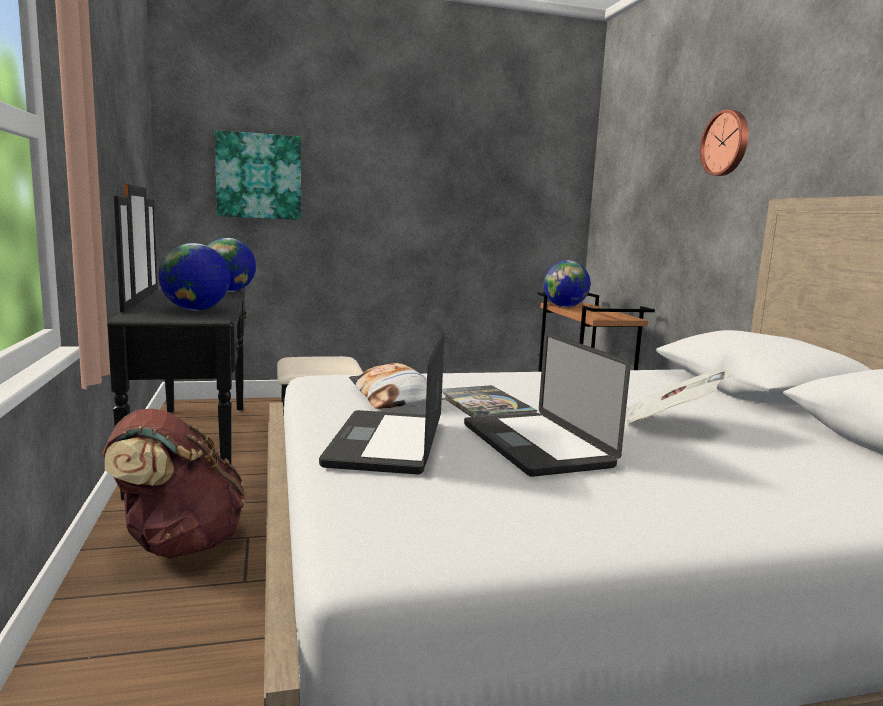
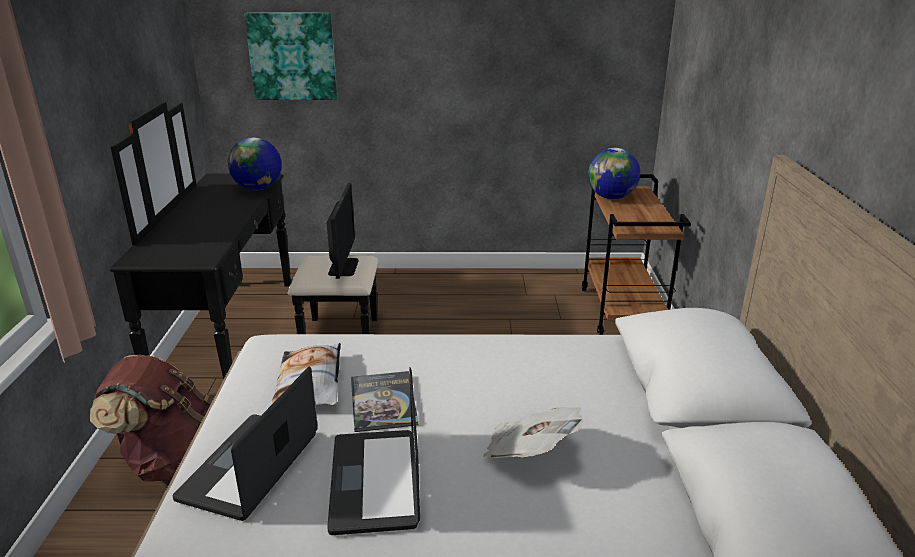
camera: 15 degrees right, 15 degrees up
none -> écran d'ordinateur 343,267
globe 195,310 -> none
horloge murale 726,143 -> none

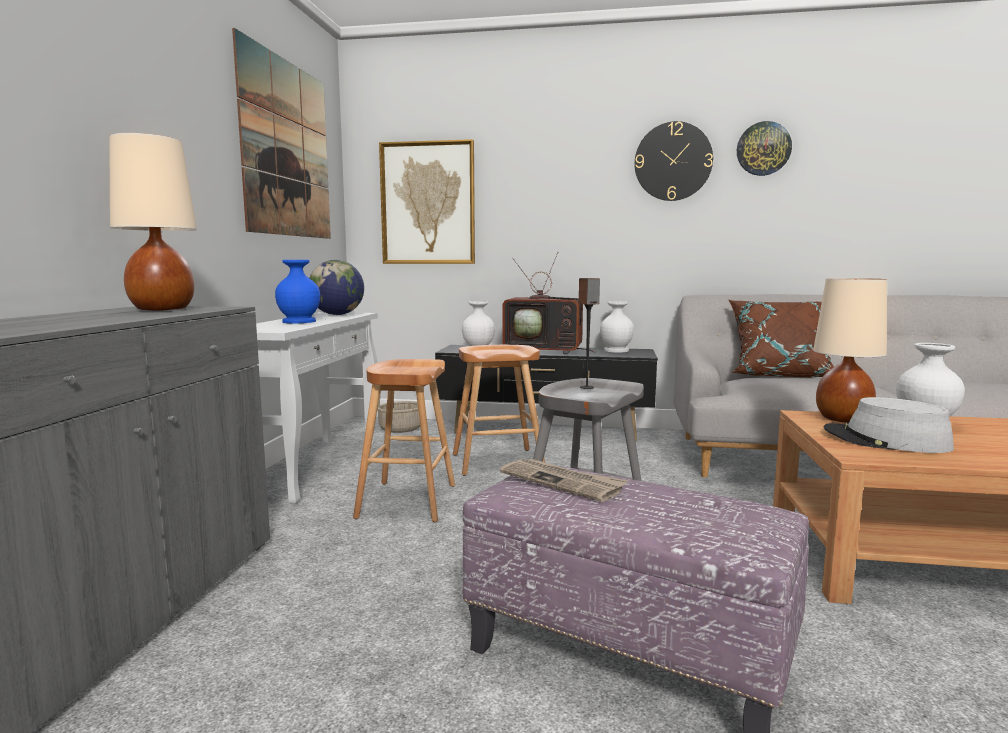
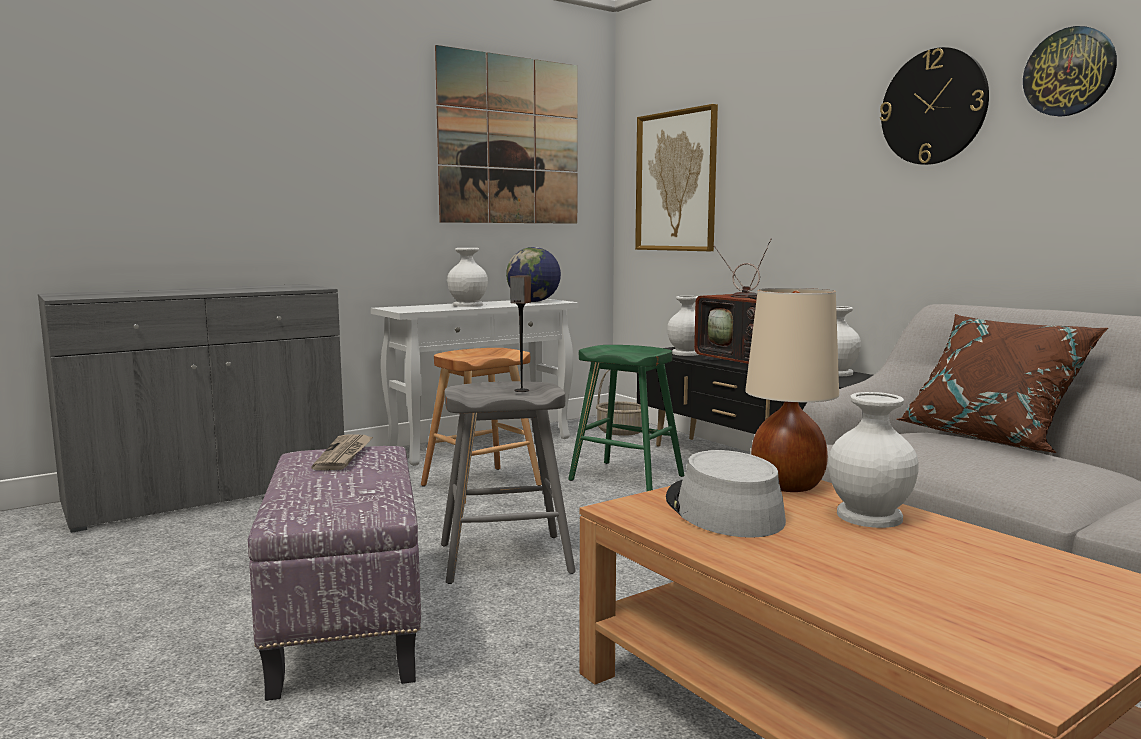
camera: 45 degrees right, 0 degrees up
vase [bleu] 300,321 -> vase [blanc] 469,305
tabouret [marron] 497,462 -> tabouret [vert] 626,478
lampe de table [beige] 162,309 -> none

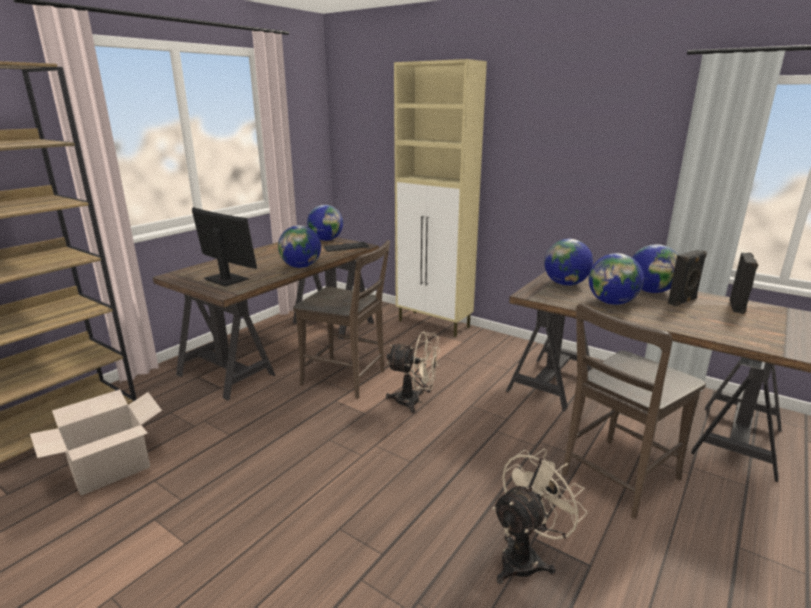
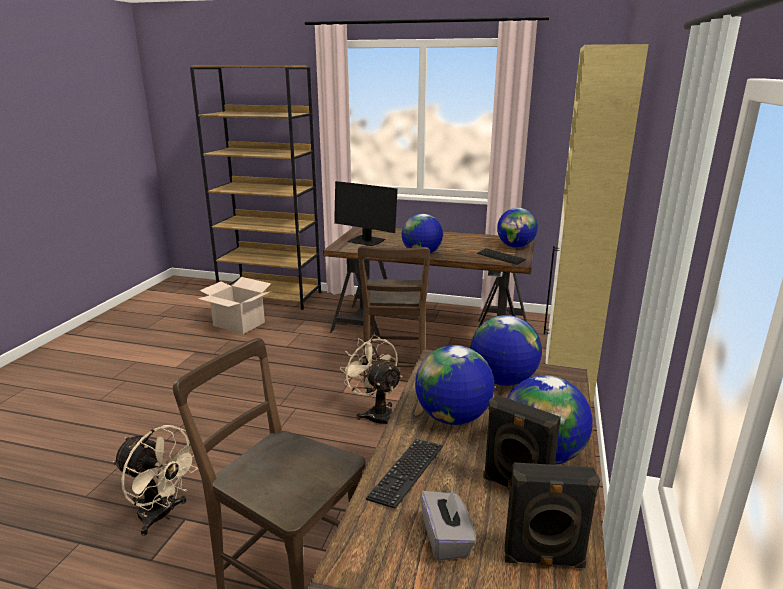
camera: 70 degrees right, 0 degrees up
écran d'ordinateur 226,279 -> écran d'ordinateur 366,241, 105 degrees clockwise
ventilateur [beige] 414,402 -> ventilateur [beige] 376,413, 150 degrees clockwise
none -> clavier 406,473
none -> boîte à mouchoirs [gris] 446,539

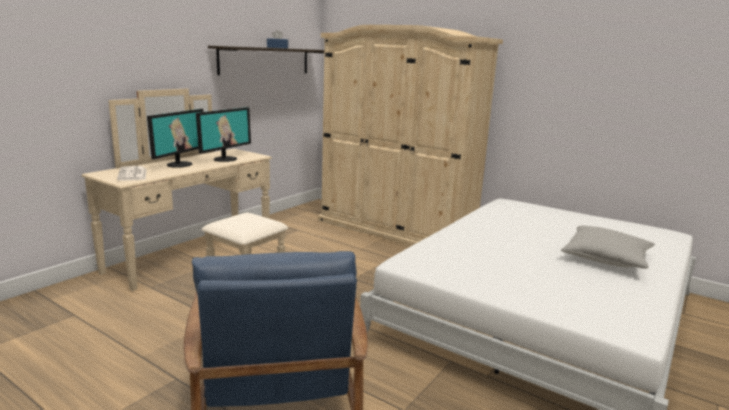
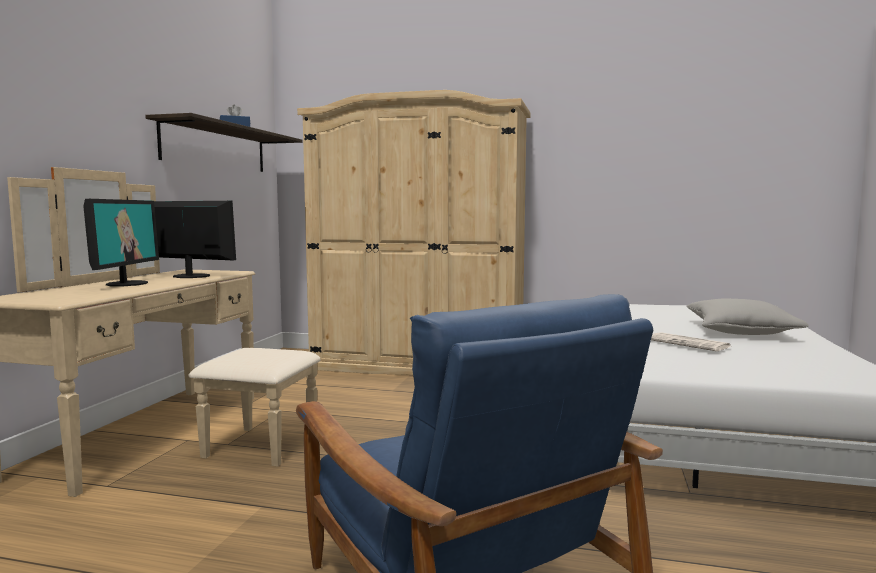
camera: 20 degrees left, 10 degrees down
écran d'ordinateur 225,159 -> écran d'ordinateur 190,276, 75 degrees counterclockwise
journal 133,174 -> journal 689,343, moved

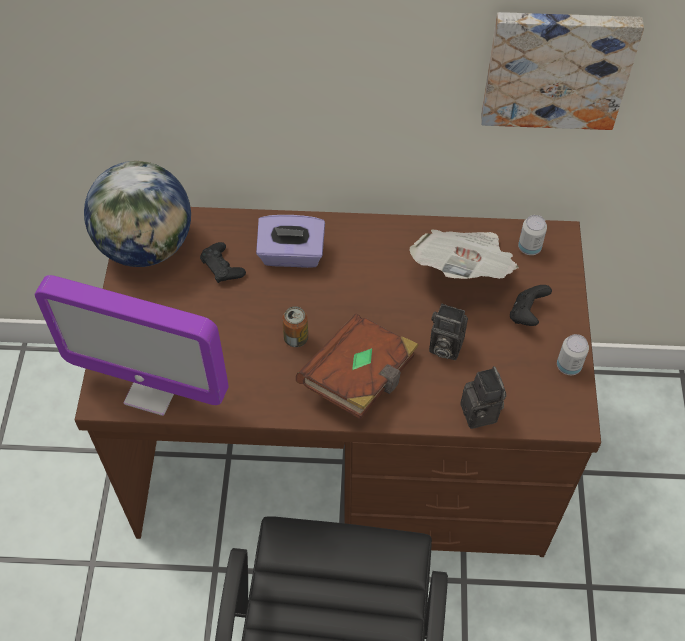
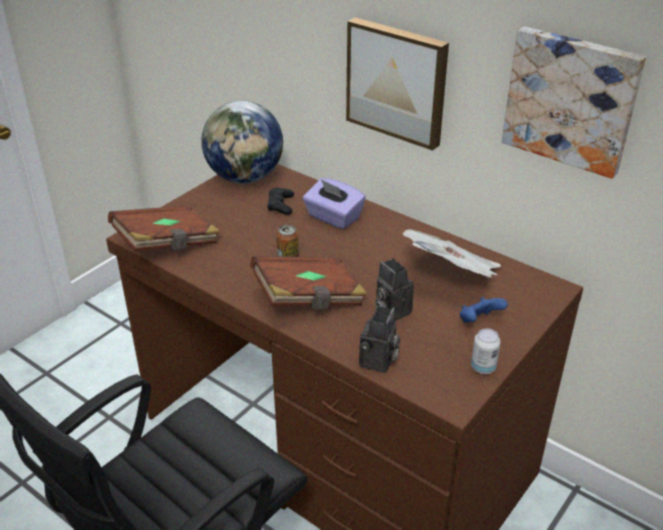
camera: 35 degrees right, 20 degrees down
écran d'ordinateur 153,390 -> livre [marron] 167,245
none -> tableau 397,81
manette [noir] 527,314 -> manette [bleu] 479,321
boîte métallique 529,248 -> none

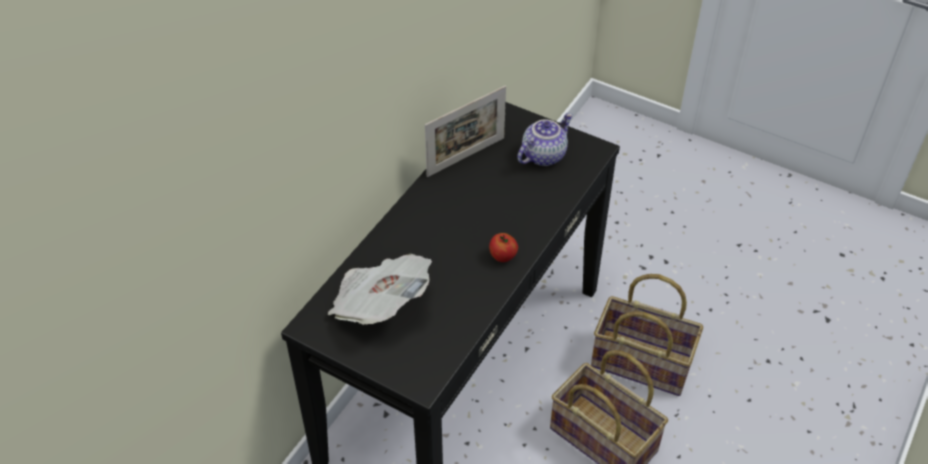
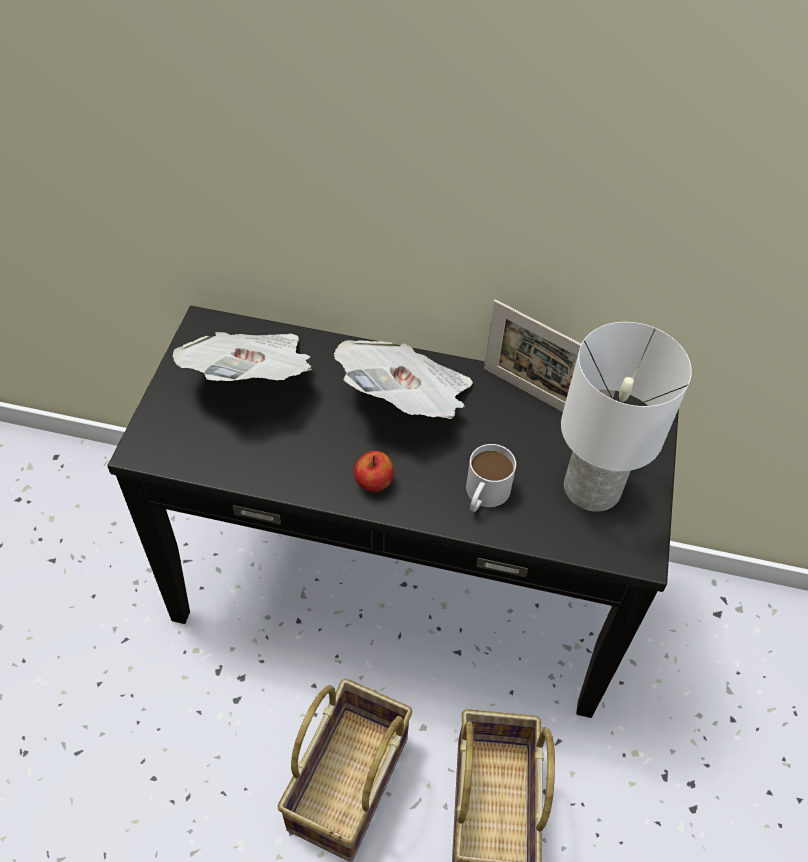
camera: 70 degrees right, 5 degrees up
none -> journal 407,400
none -> mug [blanc] 484,495
théière 543,155 -> lampe de table [blanc] 591,487

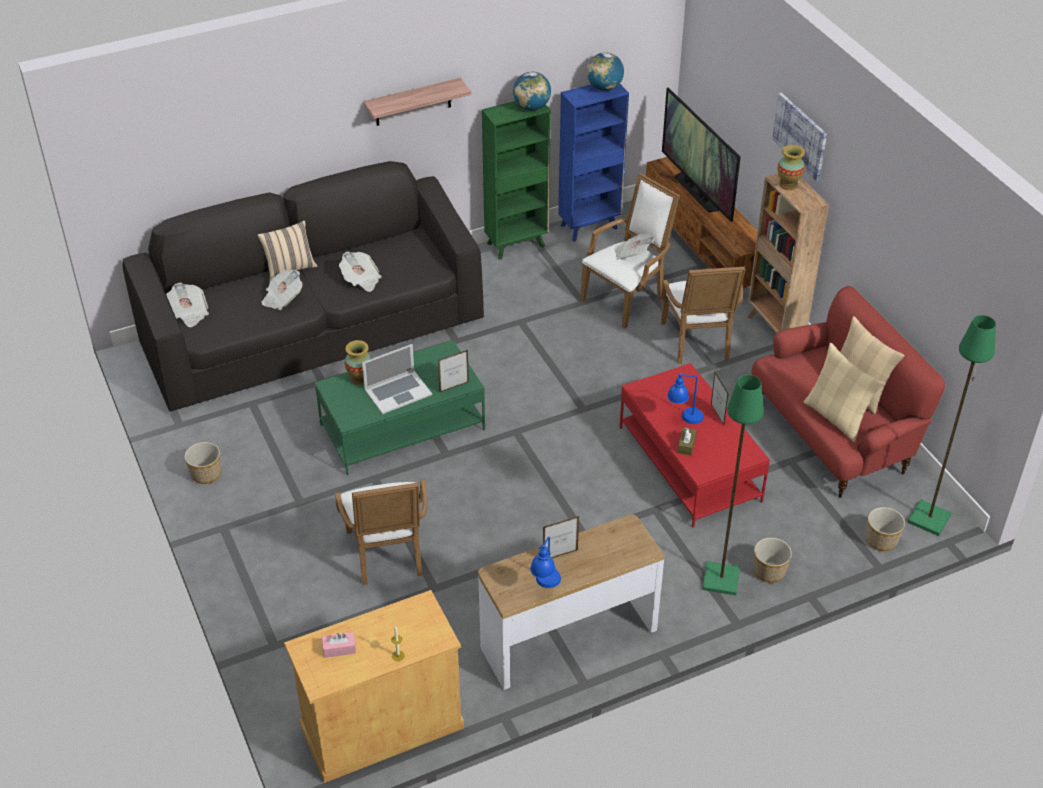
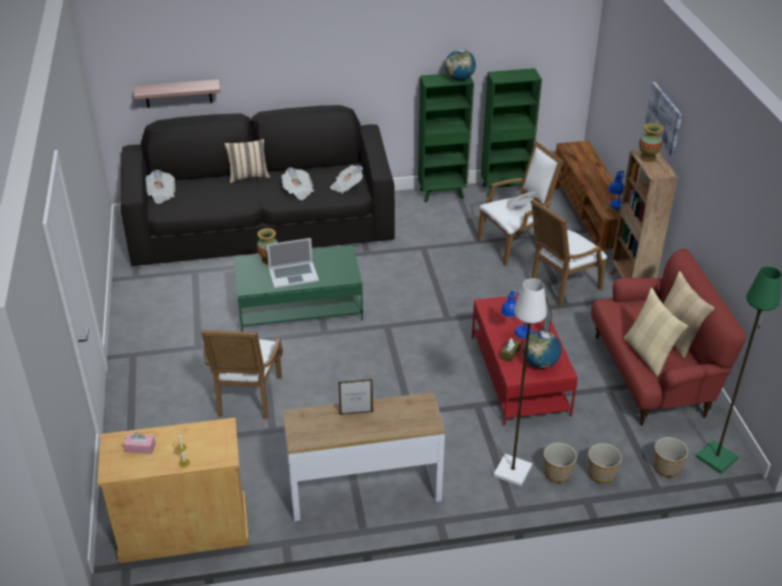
camera: 15 degrees right, 5 degrees down
étagère 413,102 -> étagère 178,93, moved
journal 282,298 -> journal 346,186, moved
bibliothèque [bleu] 590,226 -> bibliothèque [vert] 505,190
lampadaire [vert] 720,579 -> lampadaire [blanc] 512,470
globe 604,87 -> globe 540,363, moved
fauteuil [blanc] 698,344 -> fauteuil [blanc] 561,287, 45 degrees clockwise
cache-pot 205,474 -> cache-pot 601,473, moved
lampe de table [bleu] 545,586 -> lampe de table [bleu] 615,208, moved
cadre photo 454,387 -> none
téléviseur 697,192 -> none

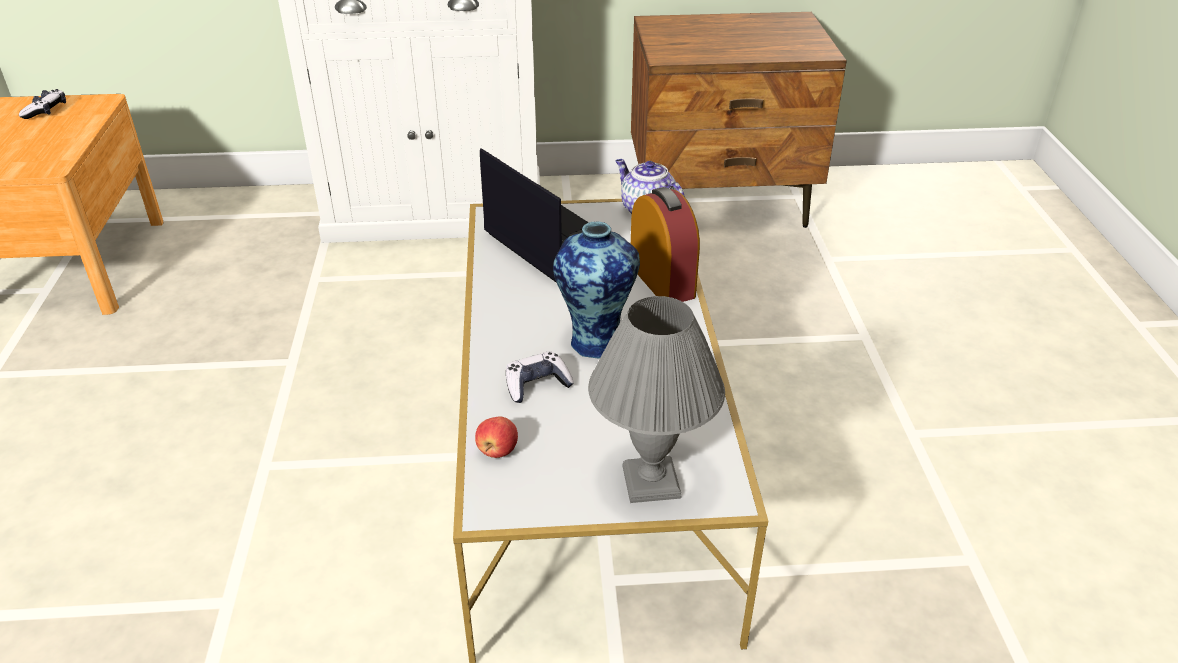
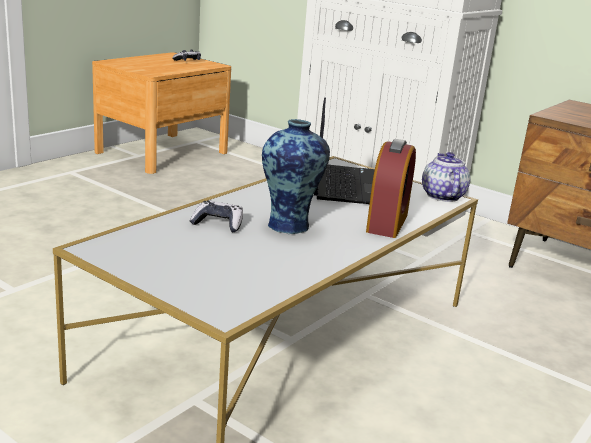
camera: 40 degrees right, 15 degrees down
pomme 497,451 -> none
lampe de table [gris] 649,482 -> none

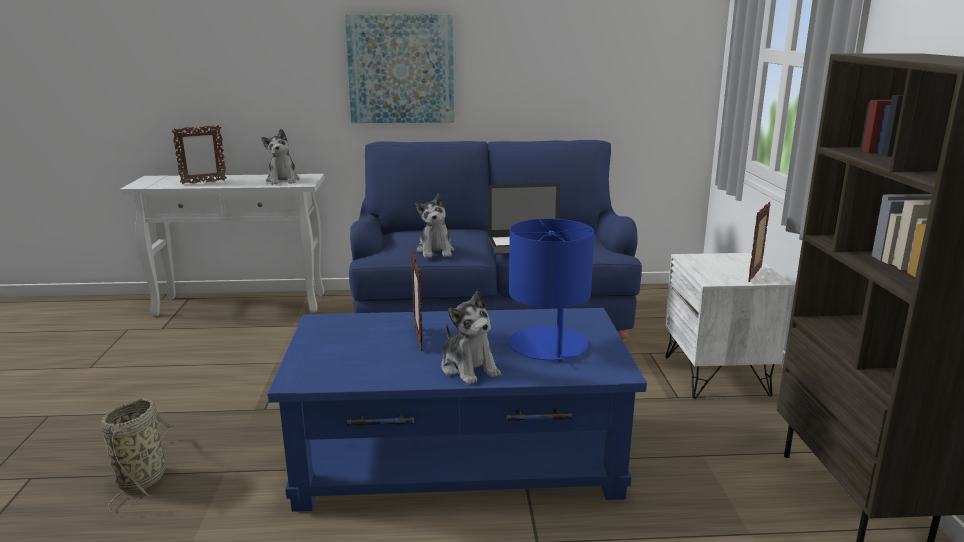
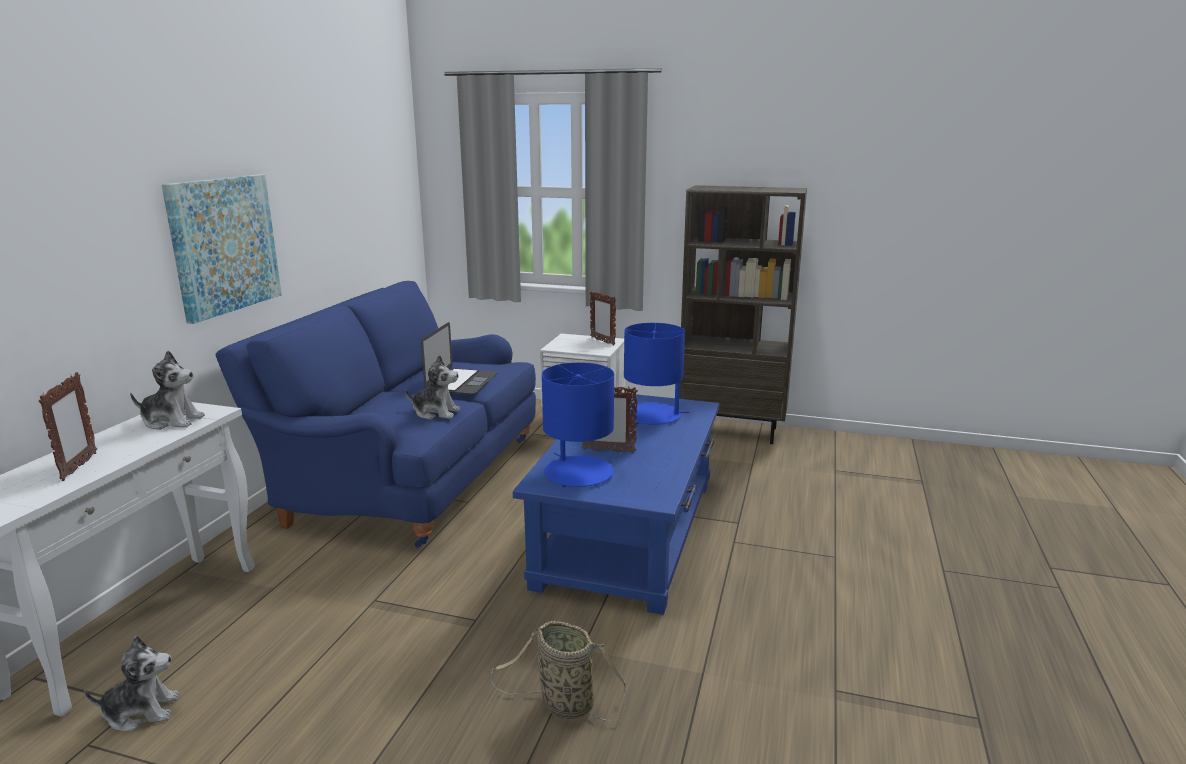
camera: 70 degrees left, 0 degrees up
peluche 469,368 -> peluche 141,711, moved
none -> lampe de table [bleu] 578,473

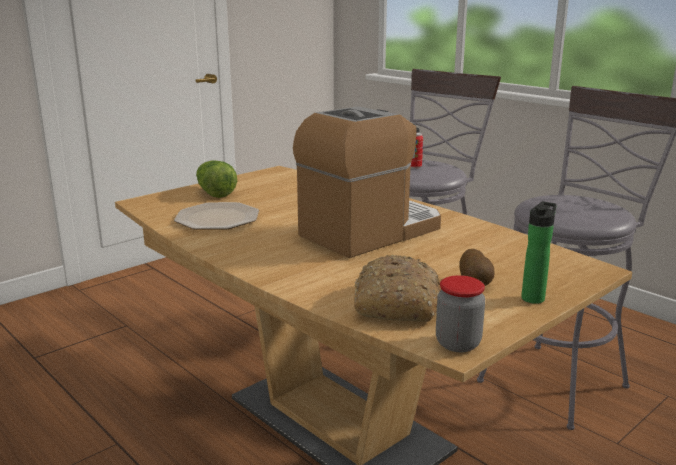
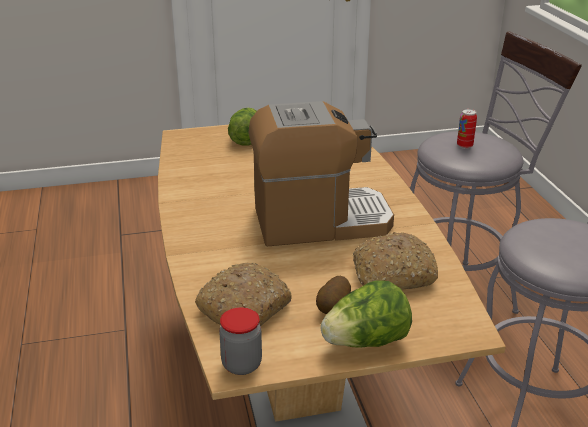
camera: 30 degrees right, 10 degrees up
bouteille 534,297 -> laitue 366,342
none -> pain 392,275
assiette 217,218 -> none

